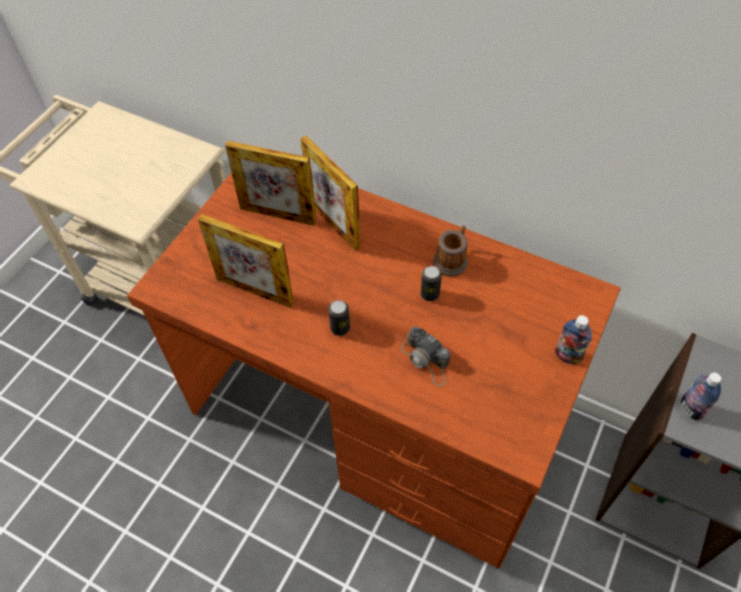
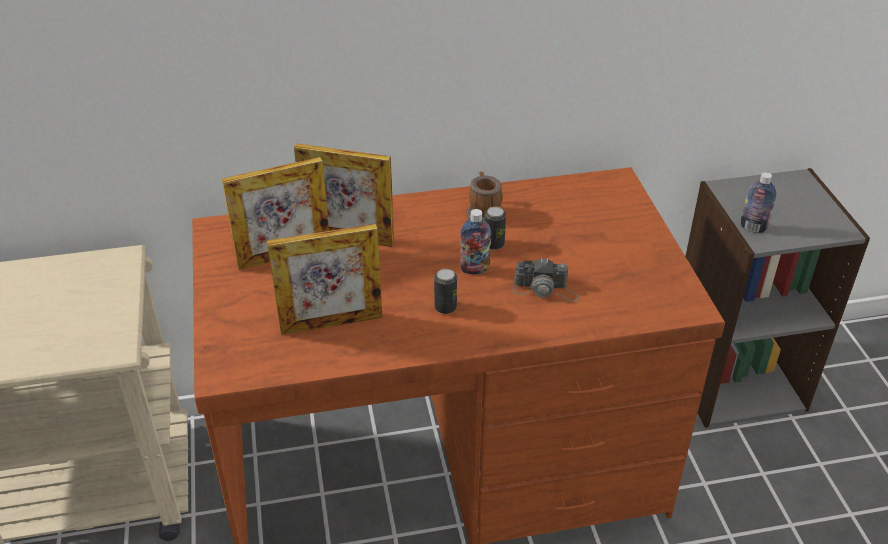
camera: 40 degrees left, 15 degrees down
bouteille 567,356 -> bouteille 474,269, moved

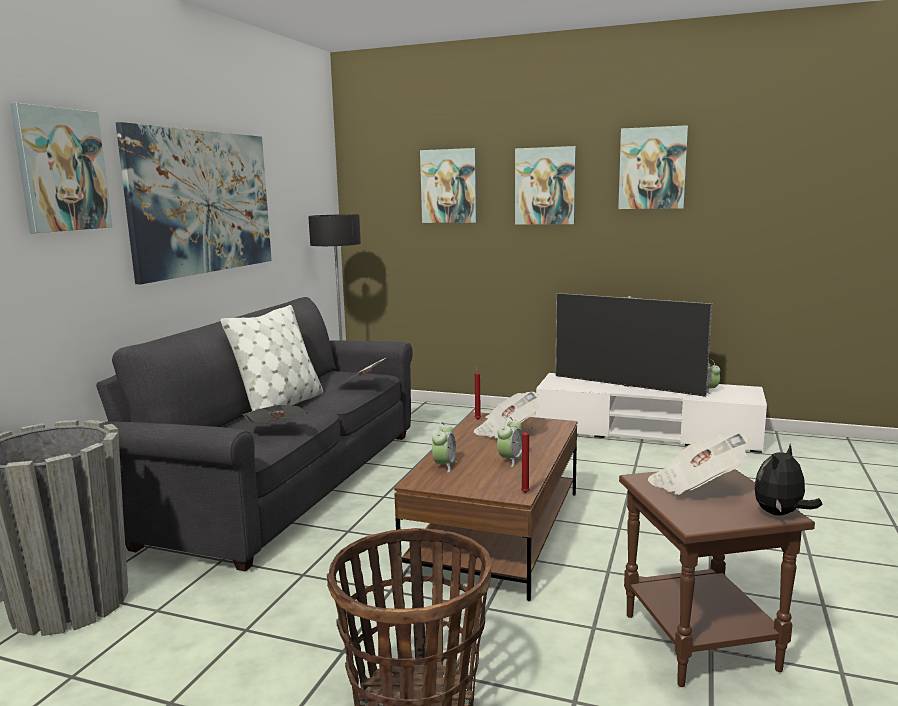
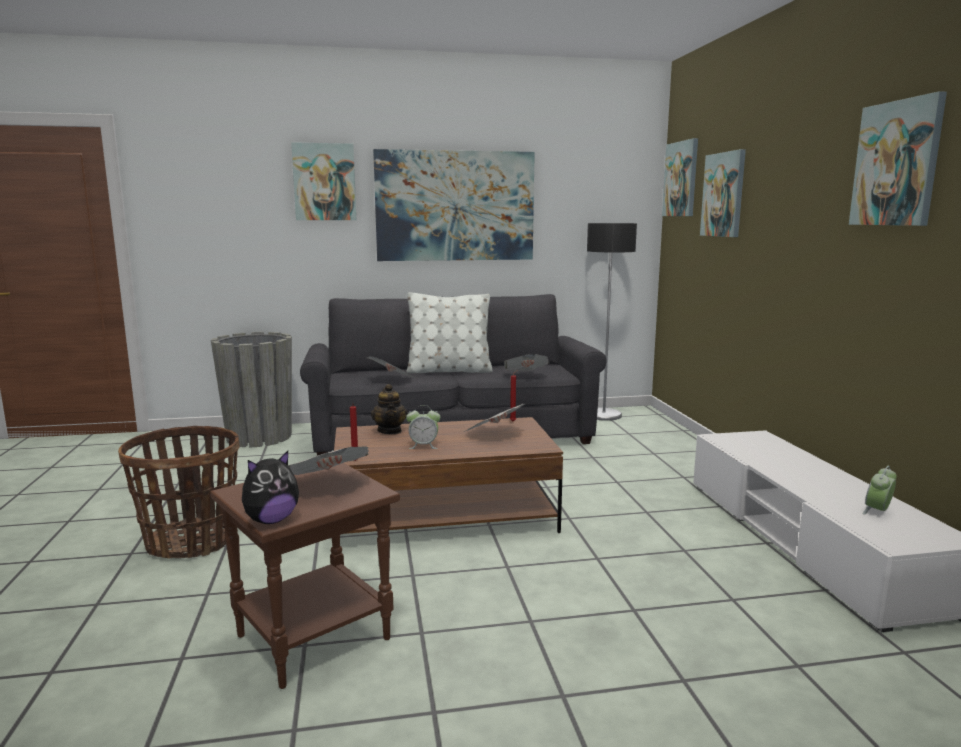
camera: 60 degrees right, 0 degrees up
peluche 780,514 -> peluche 271,520, 120 degrees clockwise
réveil 444,466 -> théière 390,431
tableau 545,186 -> tableau 681,179, moved
téléviseur 626,386 -> none

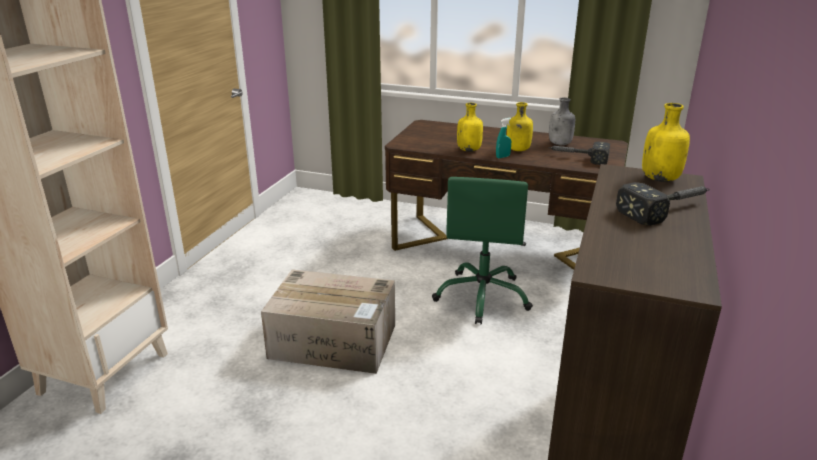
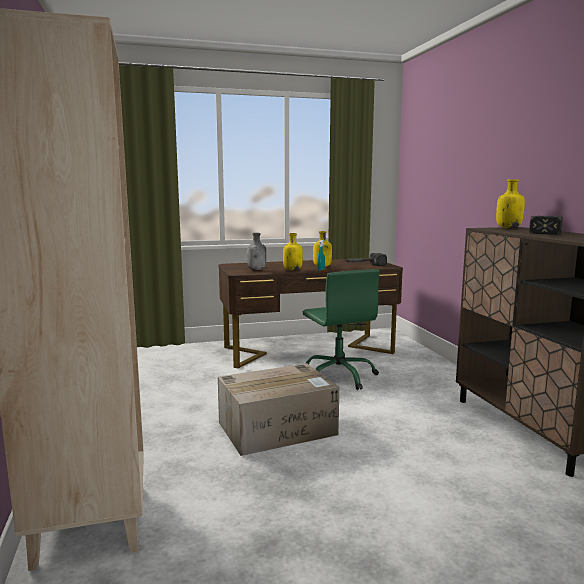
camera: 35 degrees left, 15 degrees down
bouteille [gris] 560,144 -> bouteille [gris] 257,269, moved

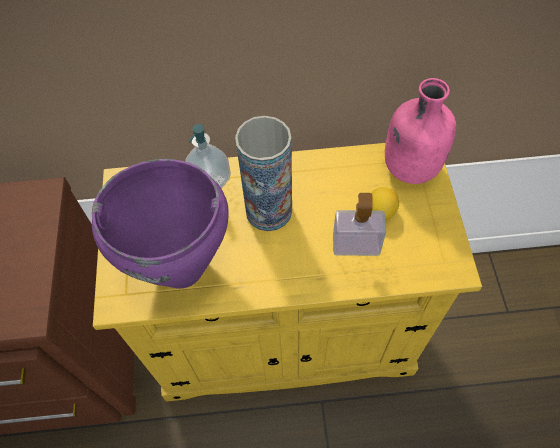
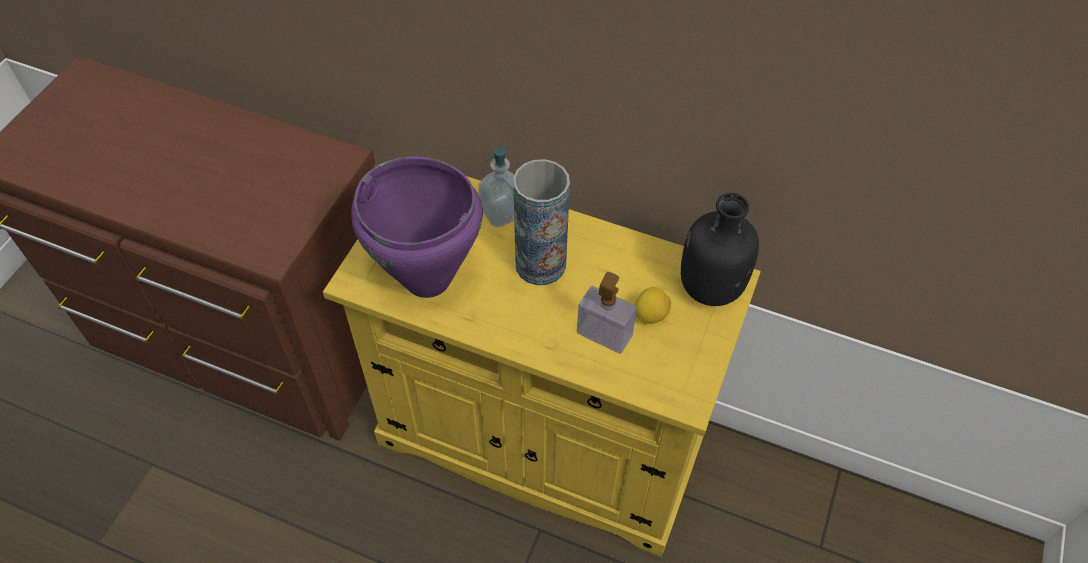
camera: 25 degrees right, 5 degrees down
bouteille [rose] 409,168 -> bouteille [noir] 709,287

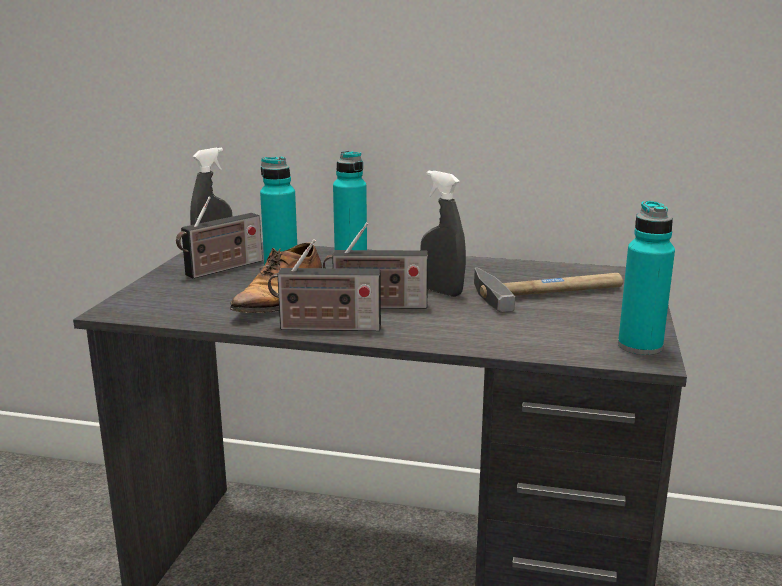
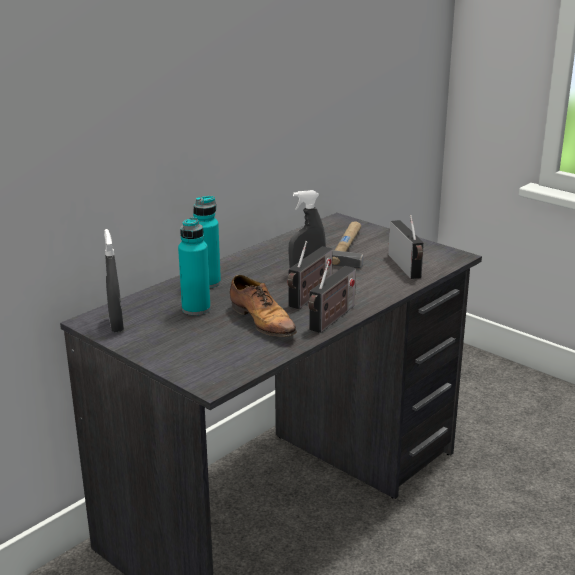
camera: 60 degrees left, 5 degrees up
radio 221,269 -> radio 406,267, moved
bouteille [turquoise] 640,346 -> none

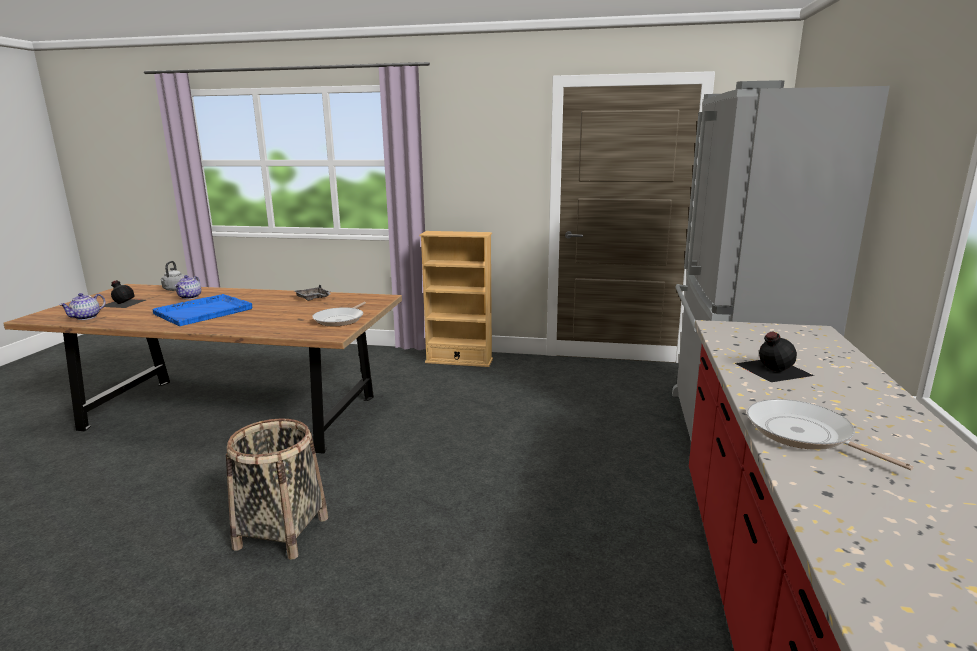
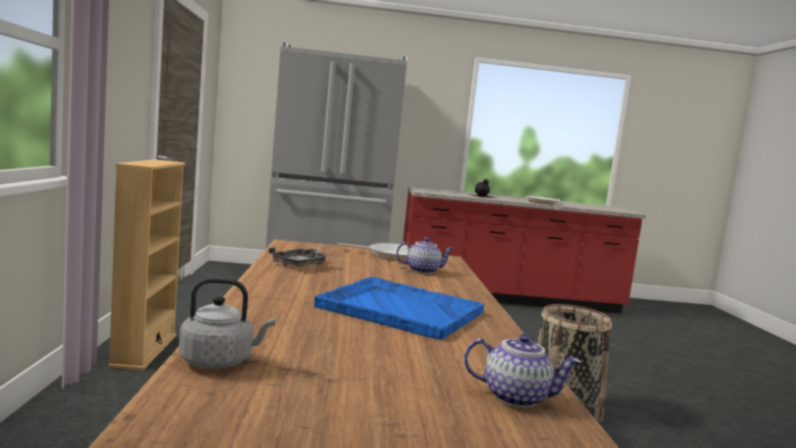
camera: 105 degrees left, 10 degrees down
théière 190,297 -> théière 423,270, moved
bouteille [noir] 123,303 -> none

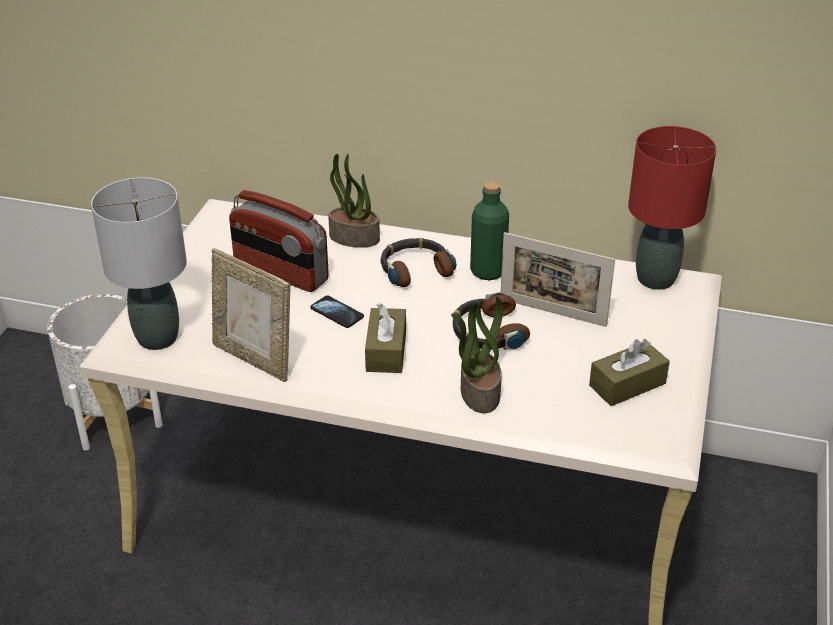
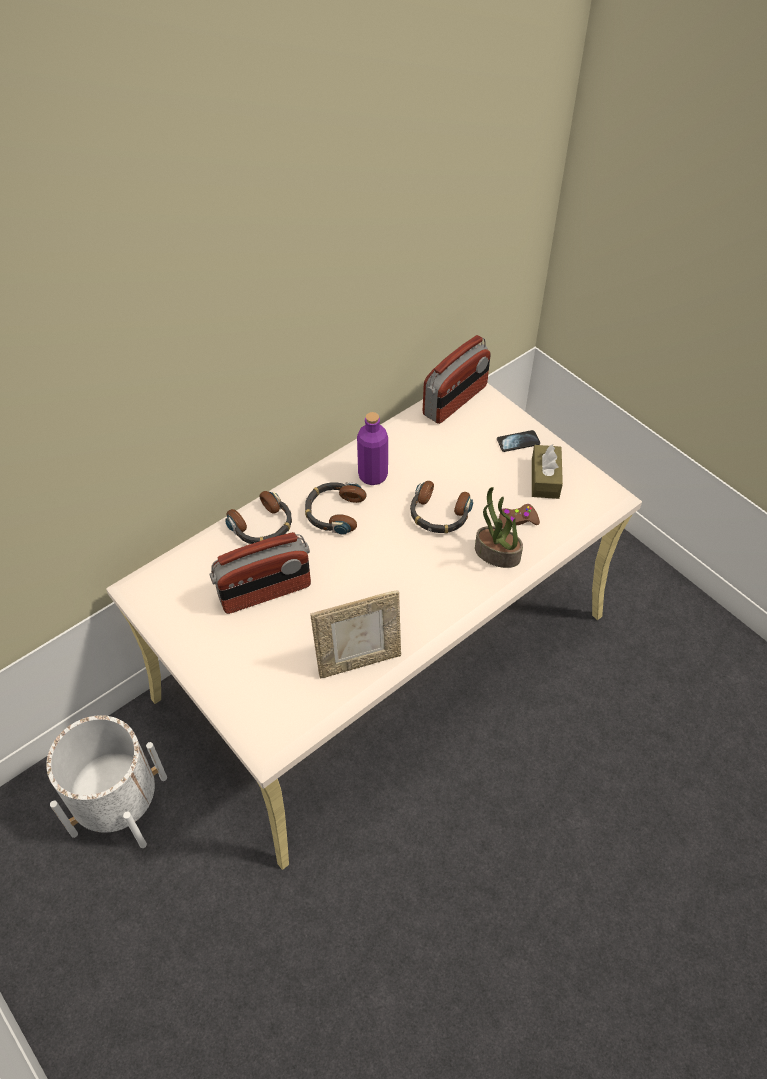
camera: 55 degrees left, 15 degrees up
plante en pot 353,238 -> casque audio 262,526
bouteille [vert] 488,271 -> bouteille [violet] 373,475
lampe de table [rouge] 656,279 -> radio 455,401
téléphone 337,313 -> téléphone 518,442, moved
none -> manette [marron] 517,521
lampe de table [gris] 158,338 -> none
boîte à mouchoirs [marron] 386,351 -> none
cadre photo 552,312 -> none

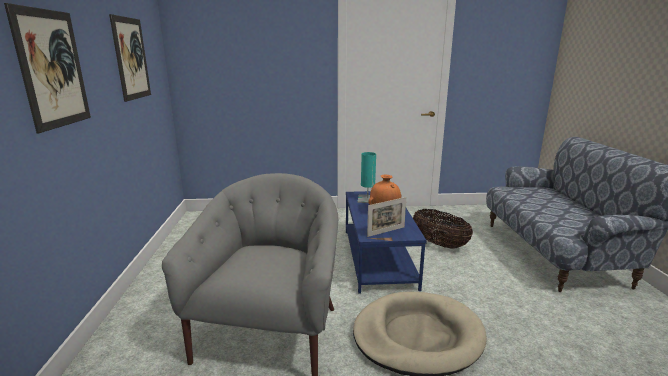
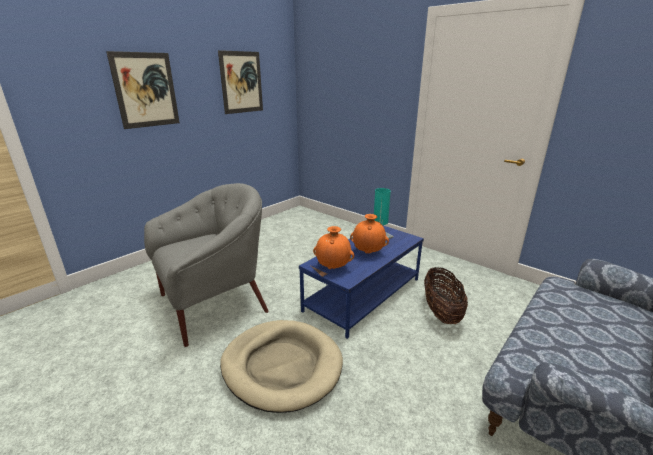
camera: 45 degrees right, 5 degrees up
cadre photo 386,231 -> vase [orange] 333,267

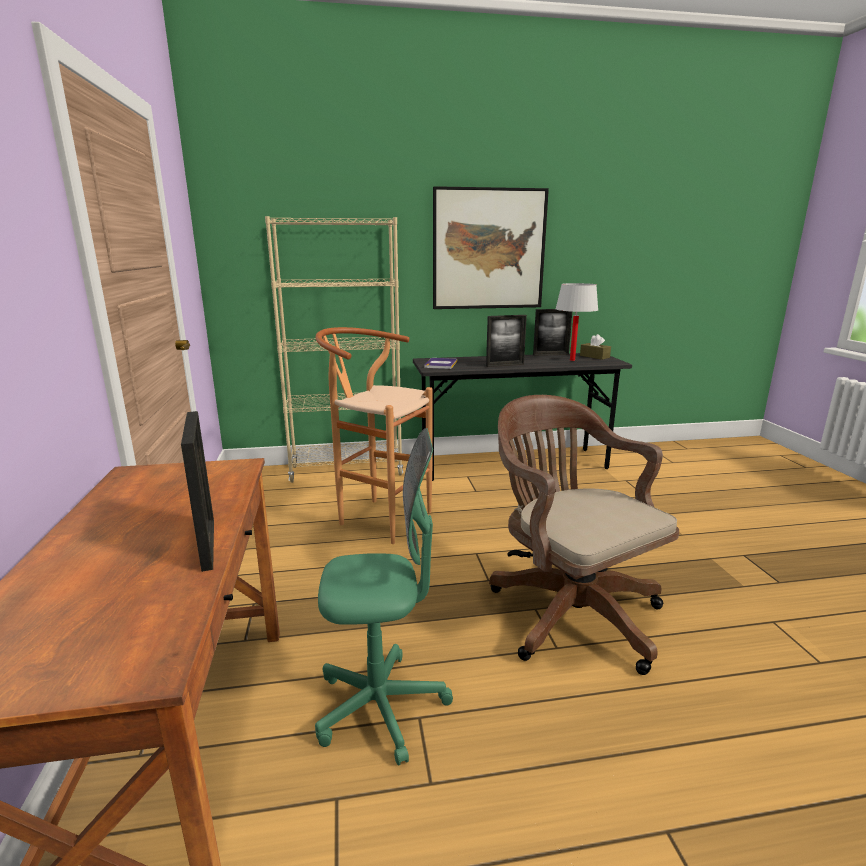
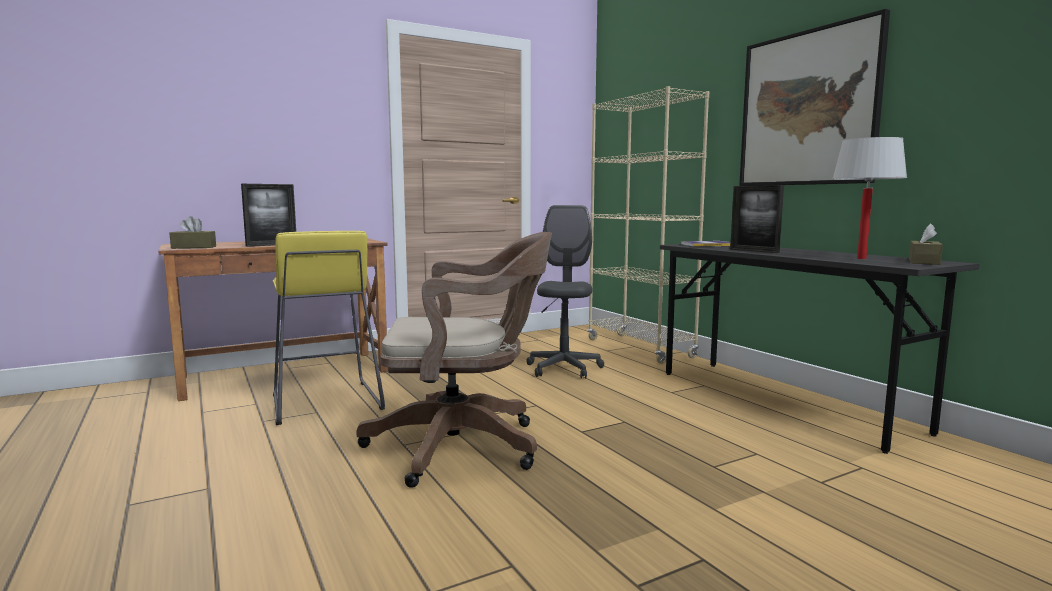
camera: 70 degrees right, 10 degrees down
none -> boîte à mouchoirs [marron] 194,247
chaise de bureau [vert] 381,706 -> tabouret [jaune] 325,402
chaise de bureau [marron] 568,610 -> chaise de bureau [marron] 464,446, 45 degrees clockwise
tabouret [marron] 377,517 -> chaise de bureau [gris] 564,368
cadre photo 550,354 -> none

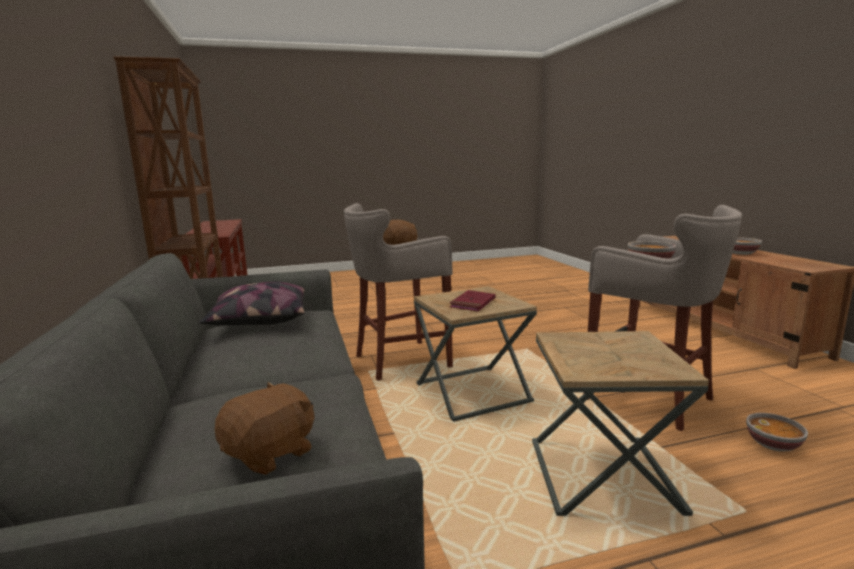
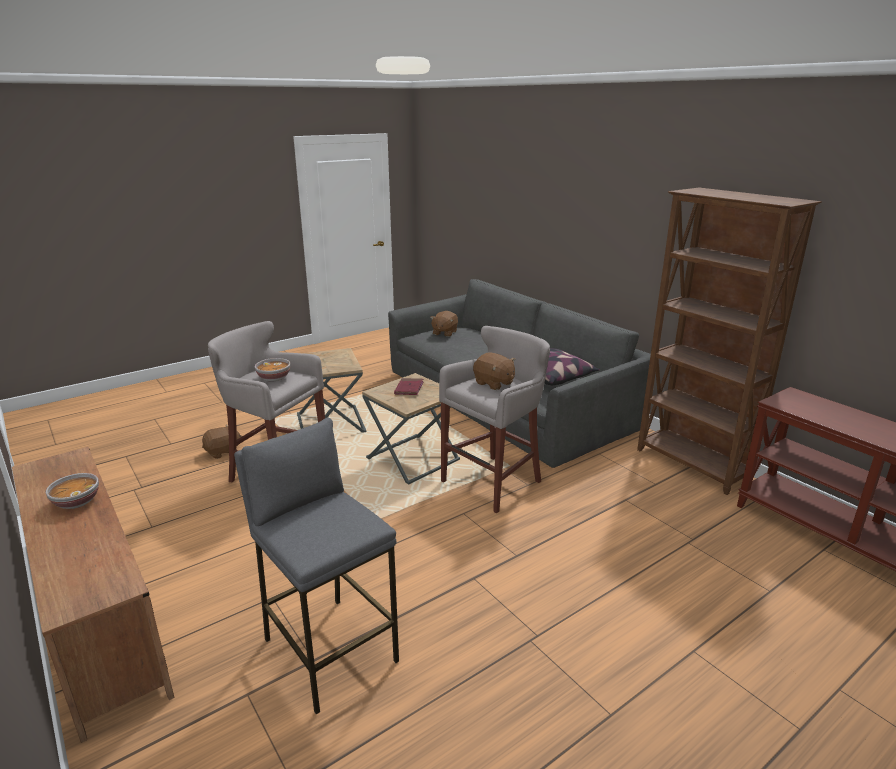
camera: 160 degrees right, 10 degrees up
bol 773,444 -> peluche [marron] 223,452
none -> tabouret [gris] 330,650

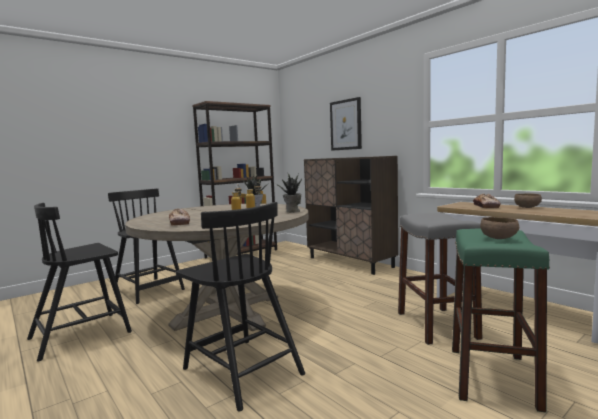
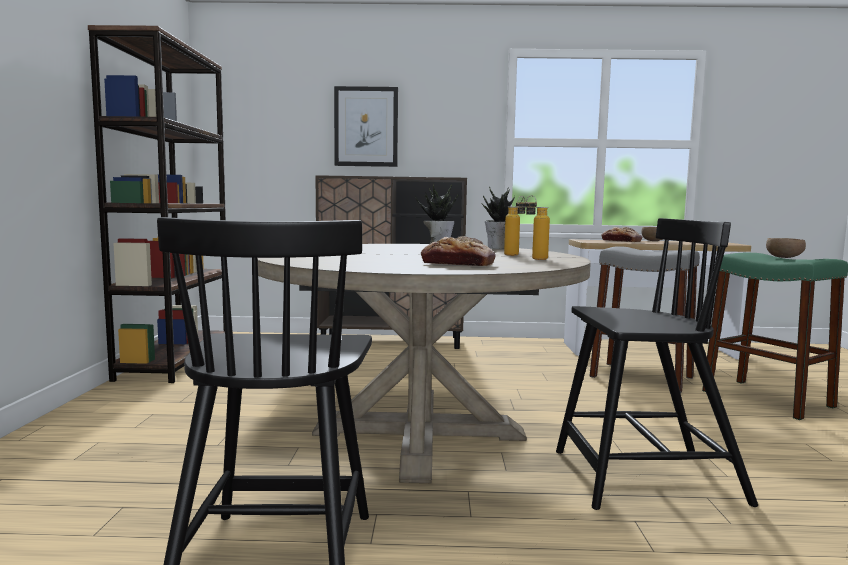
camera: 50 degrees left, 0 degrees up
chaise [noir] 148,290 -> none

